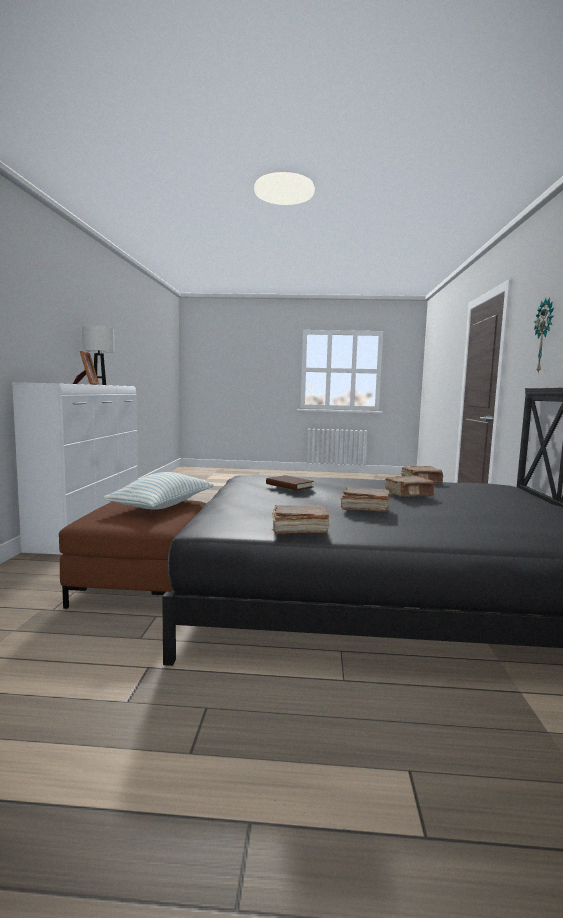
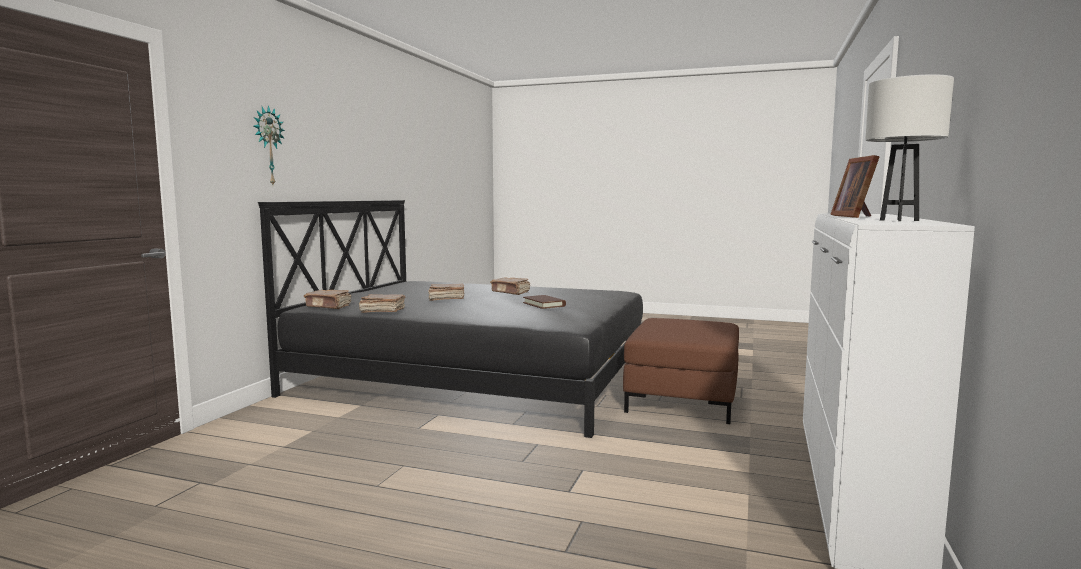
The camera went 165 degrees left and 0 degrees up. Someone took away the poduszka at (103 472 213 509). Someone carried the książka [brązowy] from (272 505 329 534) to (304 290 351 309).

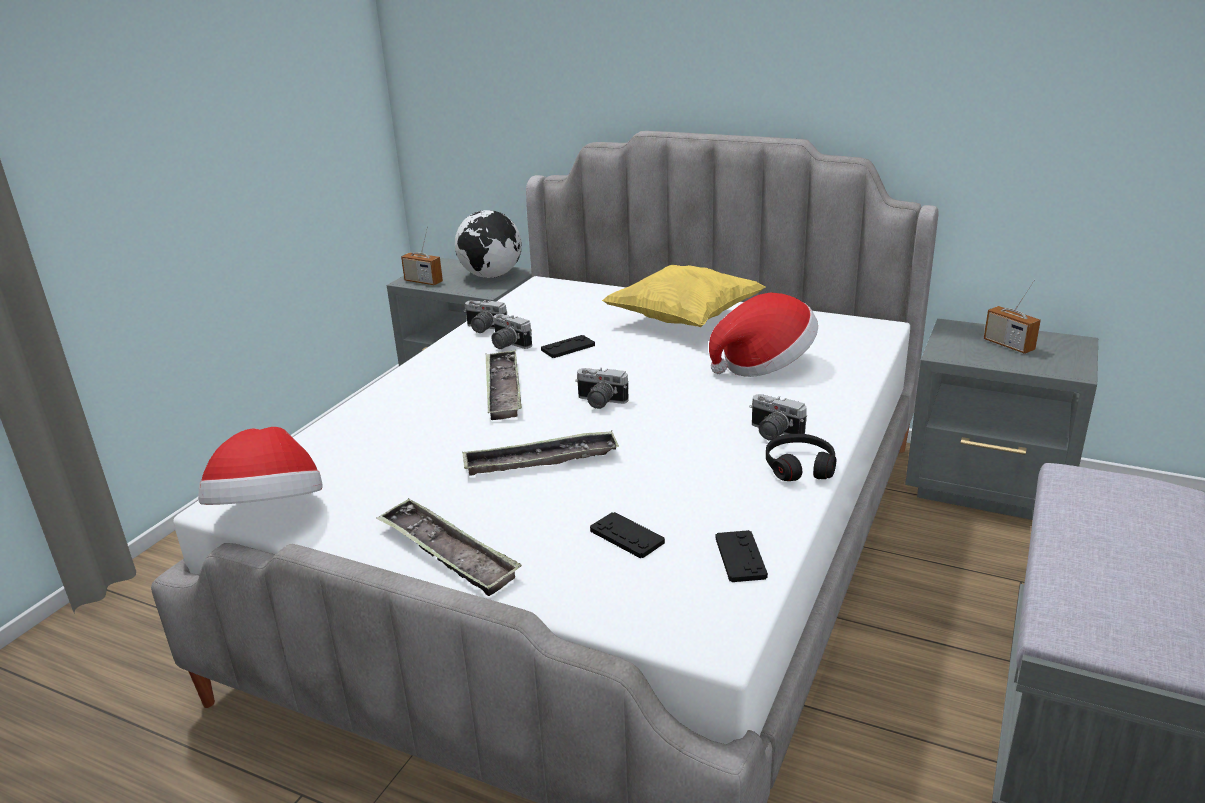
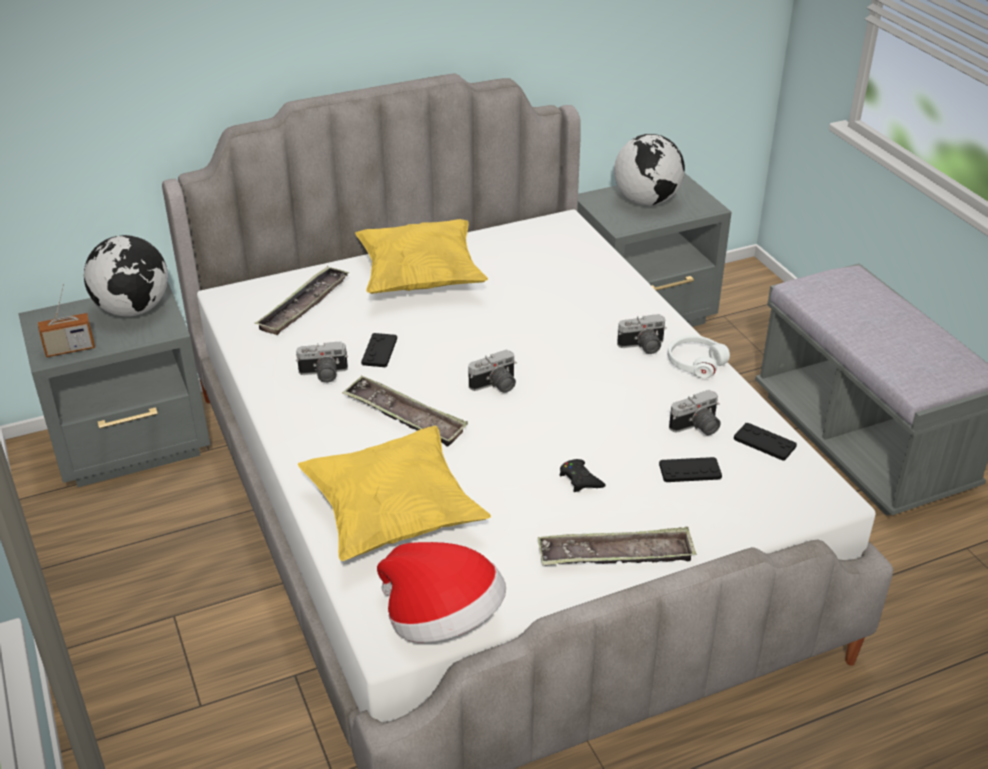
The camera went 50 degrees left and 10 degrees up. Someone swapped the radio at (984 280 1041 354) for the globus at (614 134 685 205). Someone took away the kapelusz at (709 292 818 377). Someone carried the aparat fotograficzny from (464 300 507 333) to (669 390 721 435). Someone carried the taca from (462 430 619 476) to (255 266 350 335). Someone repainted the słuchawki [czarny] at (766 434 836 481), which became the słuchawki [biały] at (668 335 730 378). Someone put down the poduszka [żółty] at (298 426 491 561). Someone put down the pad do gier [czarny] at (560 459 606 492).

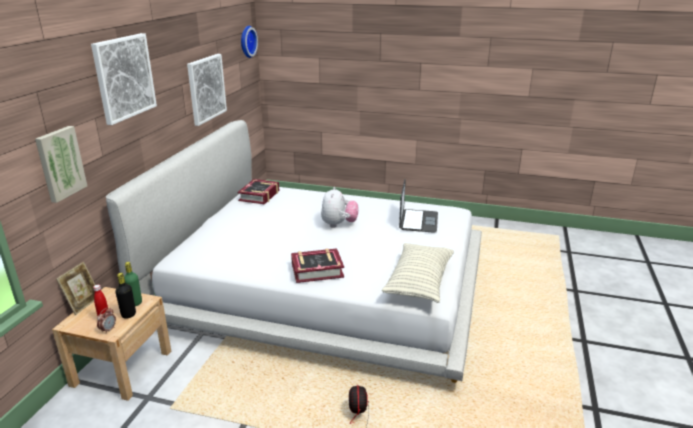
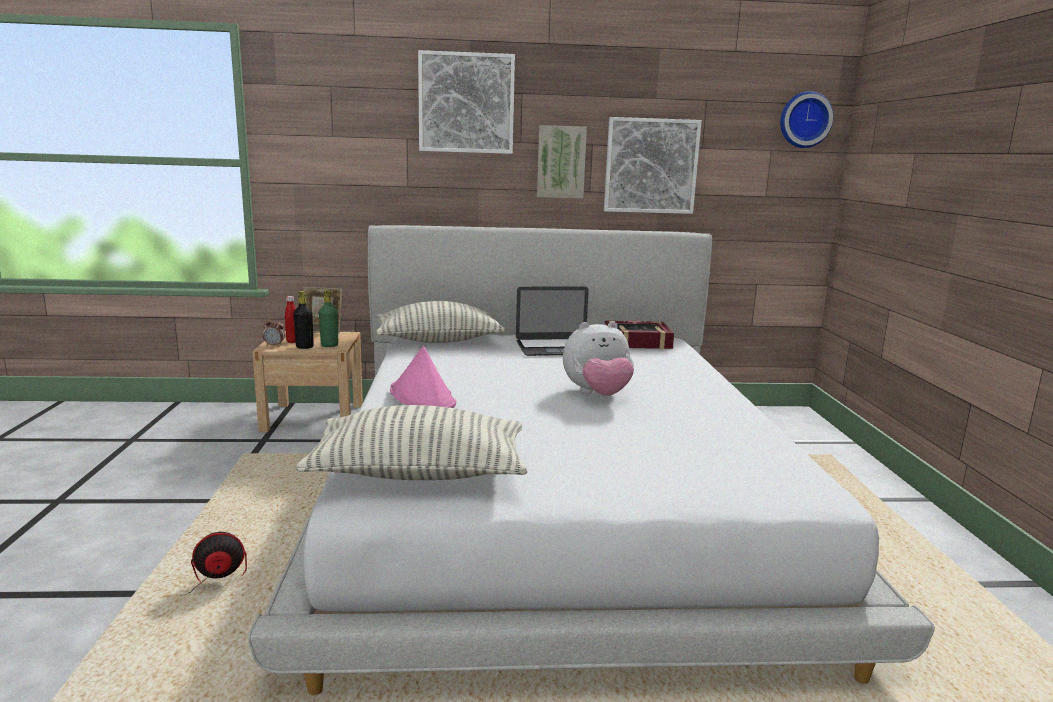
The camera went 70 degrees right and 10 degrees down. Someone carried the obraz from (35 126 87 203) to (537 125 587 198). Someone carried the laptop from (399 179 438 233) to (516 287 589 356). Someone swapped the książka at (291 248 344 283) for the kapelusz [różowy] at (390 346 456 408). Someone put down the poduszka at (376 301 505 343).

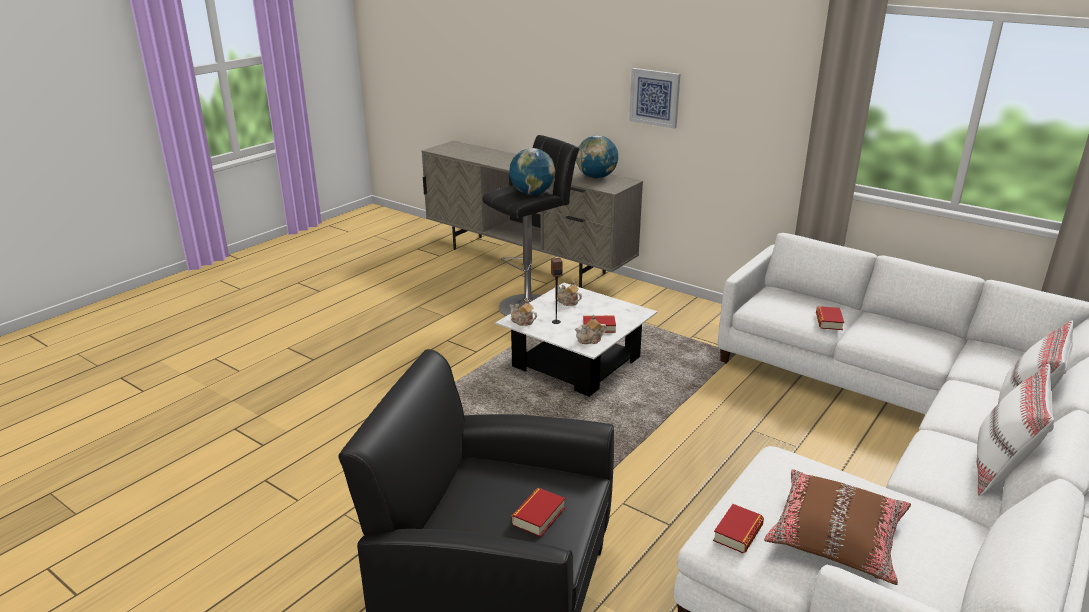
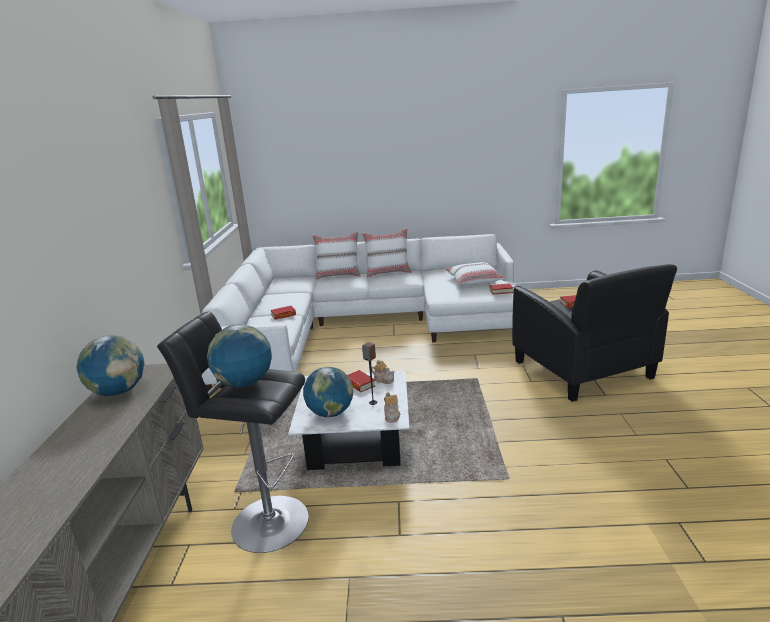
The camera went 125 degrees left and 5 degrees down. Someone took away the obraz at (629 68 680 129). Someone swapped the imbryk at (557 280 582 306) for the globus at (303 367 353 417). Someone repainted the poduszka [brązowy] at (764 469 911 585), which became the poduszka [biały] at (445 262 506 286).

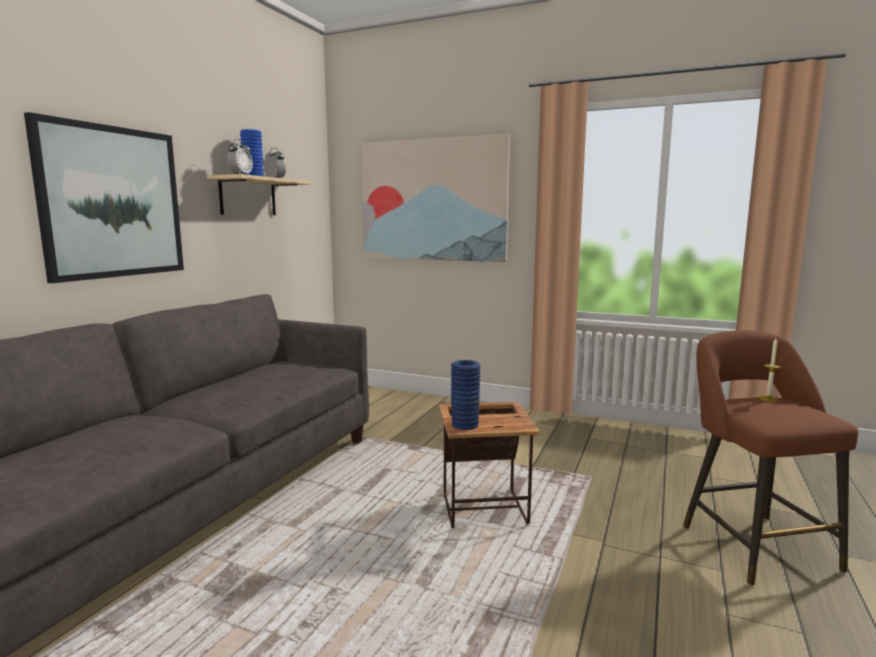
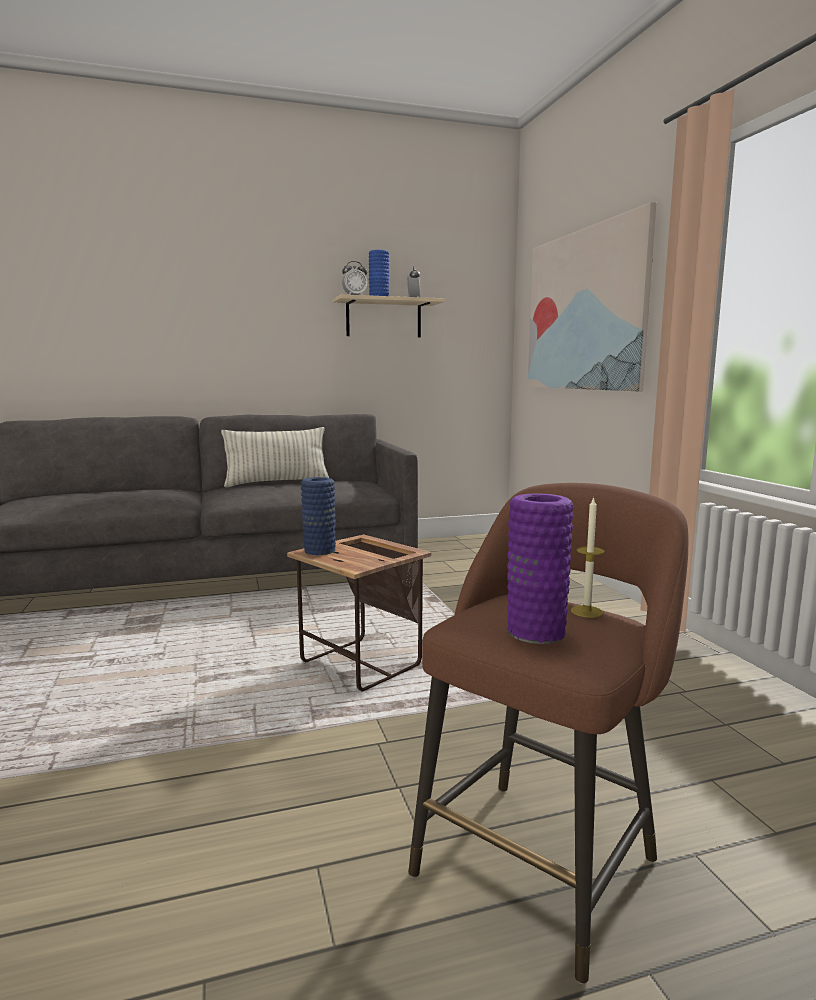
The camera went 50 degrees right and 0 degrees up. Someone took away the obraz at (24 112 184 283). Someone put down the poduszka at (221 427 329 487). Someone put down the wazon [fioletowy] at (507 494 574 644).

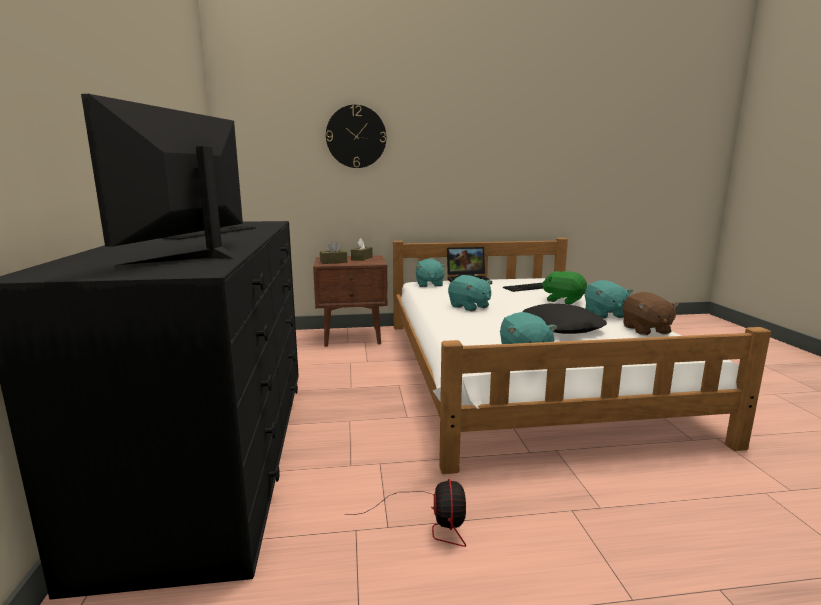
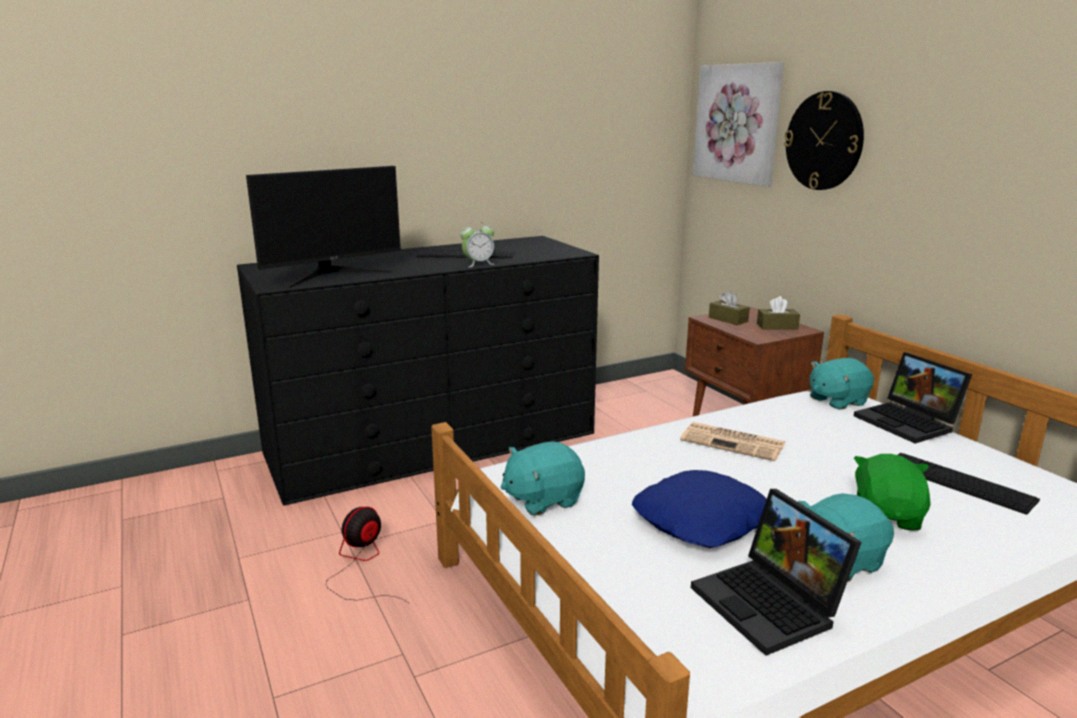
The camera went 70 degrees right and 5 degrees up. Someone rotated the monitor at (81 94 243 268) by 150 degrees clockwise. Someone swapped the pluszak [turkusowy] at (448 275 492 311) for the gazeta at (680 422 785 461). Someone swapped the pluszak [brązowy] at (623 292 679 335) for the laptop at (691 489 862 656). Someone repainted the poduszka [czarny] at (522 303 607 334), which became the poduszka [niebieski] at (632 470 767 548). Someone rotated the wentylator at (345 479 466 547) by 150 degrees clockwise. Someone put up the obraz at (693 62 784 187). Someone put down the budzik at (460 221 495 267).

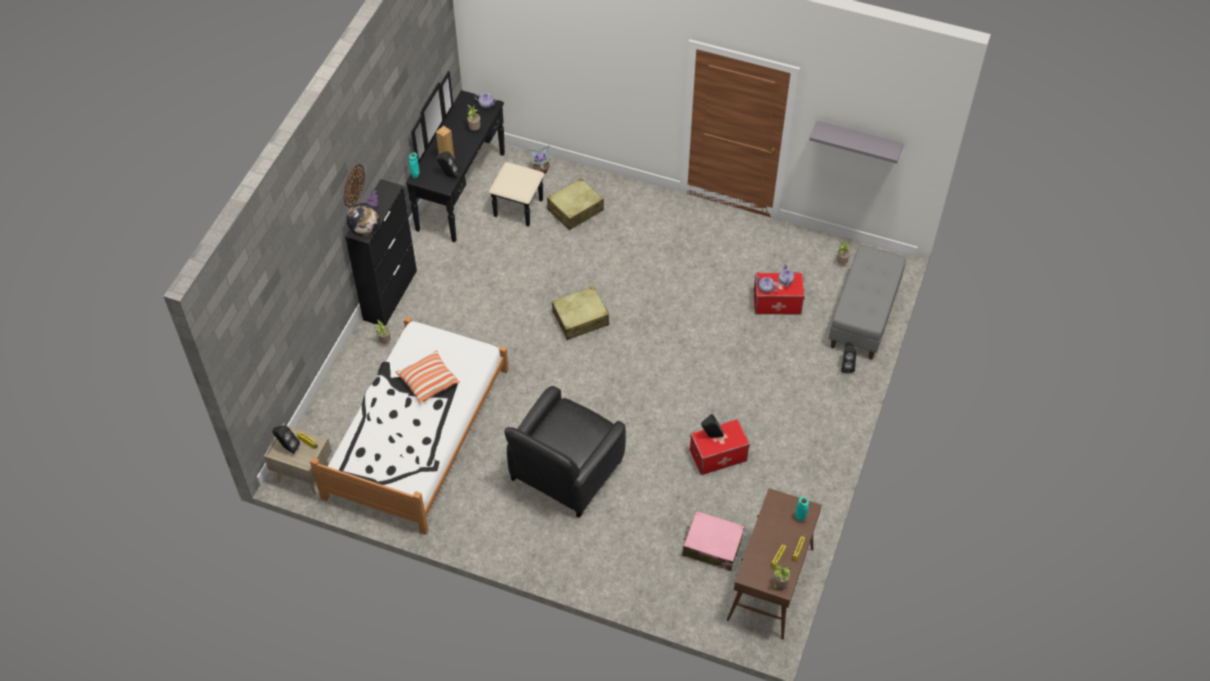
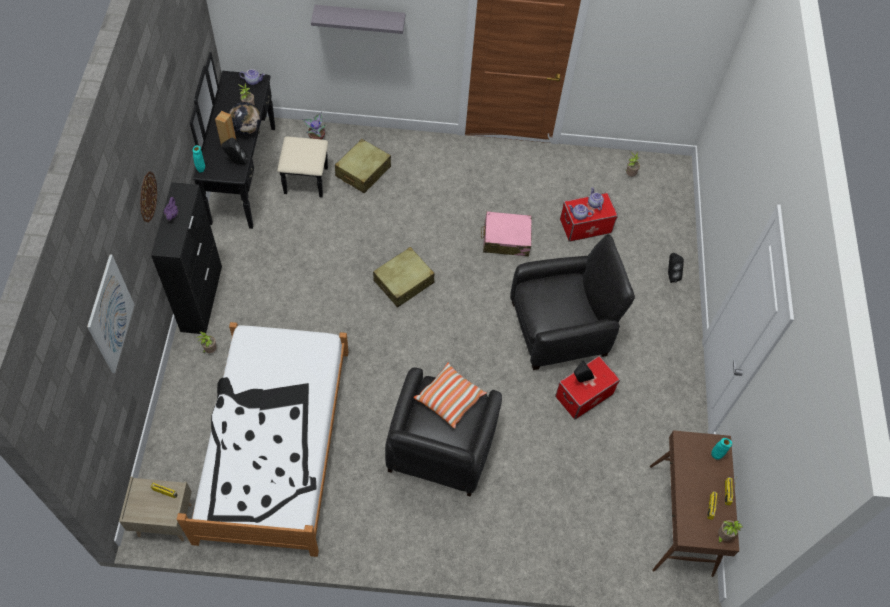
The camera went 20 degrees left and 5 degrees up. Someone carried the półka [szary] from (810 121 904 163) to (311 5 405 34). Someone carried the globus from (346 203 380 236) to (229 102 261 135). Someone took away the ławka [szary] at (829 245 906 359). Someone carried the poduszka from (396 350 460 404) to (414 363 487 429). Someone took away the głośnik [czarny] at (272 425 300 454). Someone carried the walizka [różowy] from (682 511 745 571) to (481 211 532 256). Someone put down the fotel [czarny] at (510 234 635 370). Someone put up the obraz at (87 254 135 373).

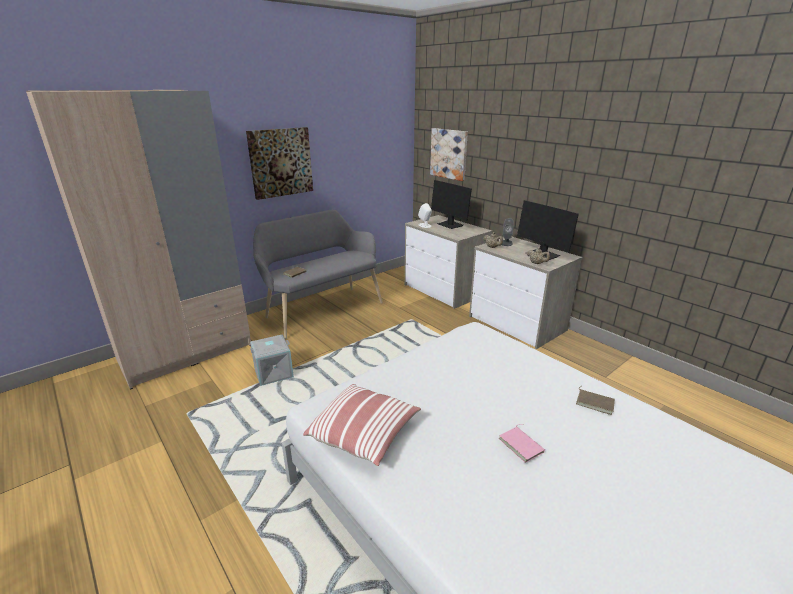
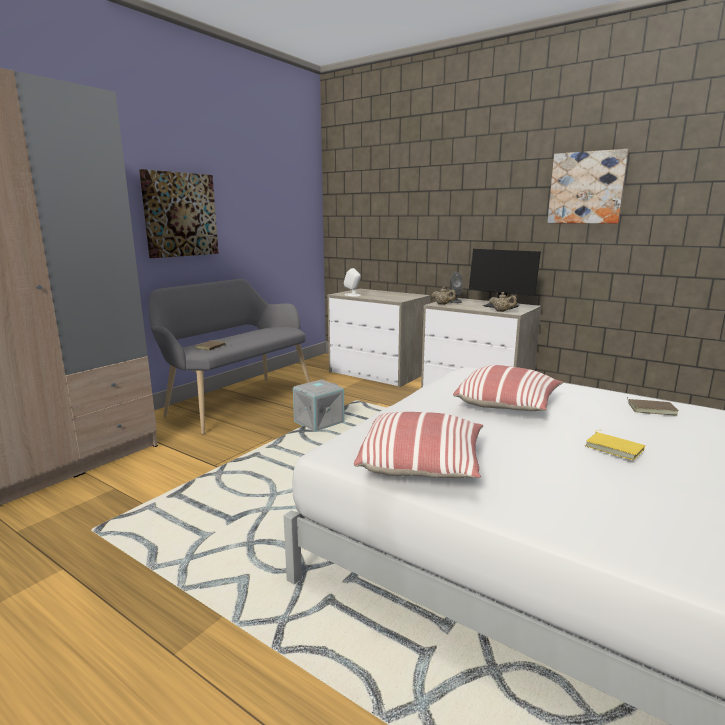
The camera went 15 degrees left and 10 degrees down. Someone carried the obraz from (430 128 468 181) to (547 149 629 224). Someone took away the monitor at (431 180 472 229). Someone carried the pojemnik do przechowywania [szary] from (250 335 294 386) to (293 379 345 432). Someone repainted the książka [różowy] at (499 424 545 463), which became the książka [żółty] at (585 430 645 461). Someone put down the poduszka at (453 365 563 411).

